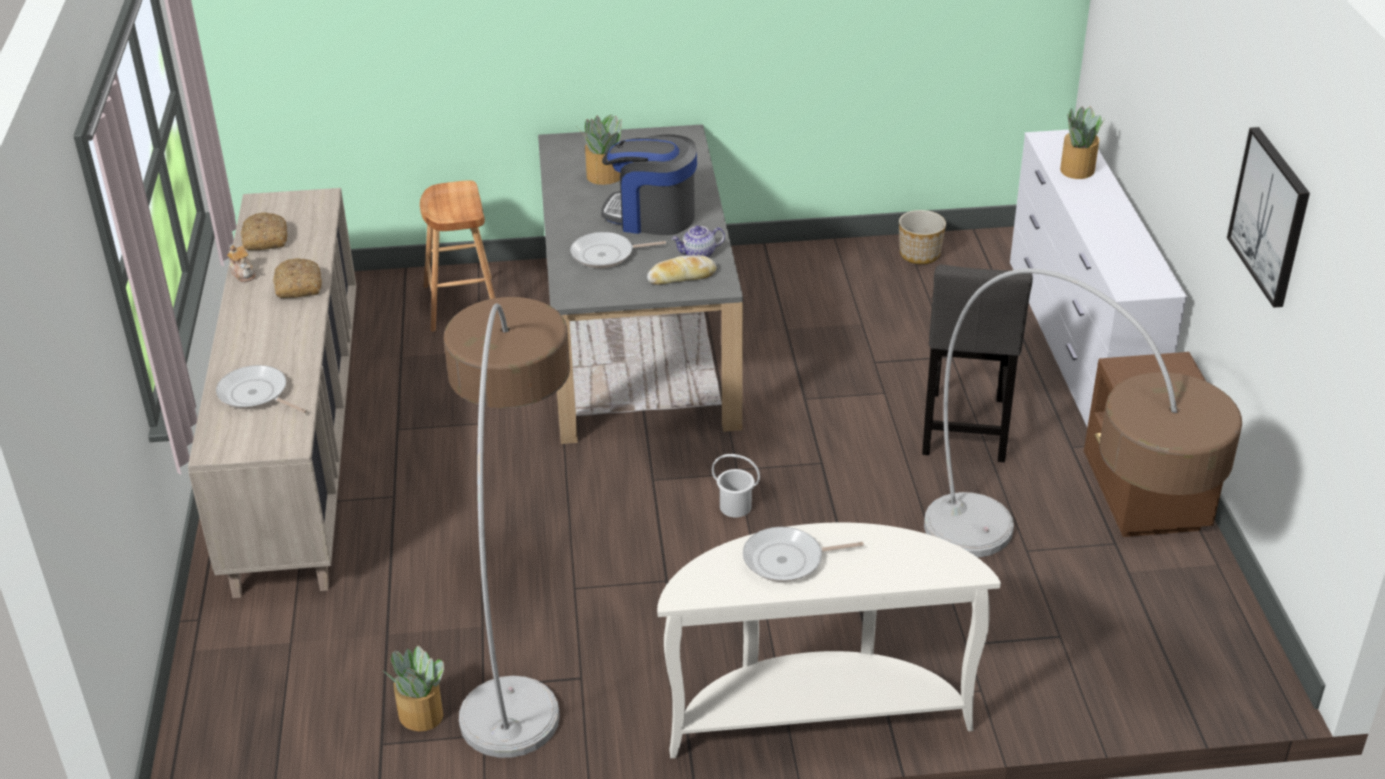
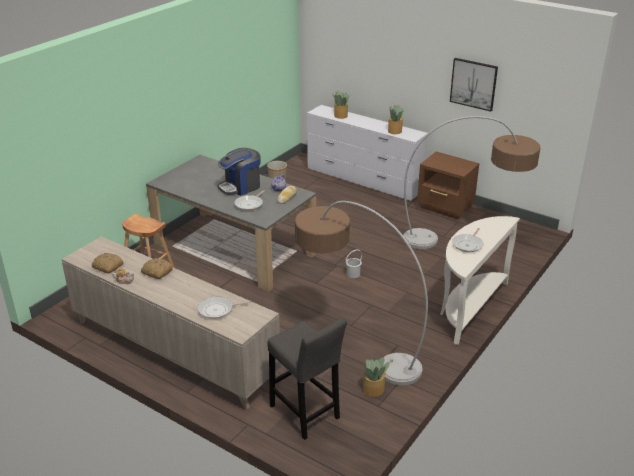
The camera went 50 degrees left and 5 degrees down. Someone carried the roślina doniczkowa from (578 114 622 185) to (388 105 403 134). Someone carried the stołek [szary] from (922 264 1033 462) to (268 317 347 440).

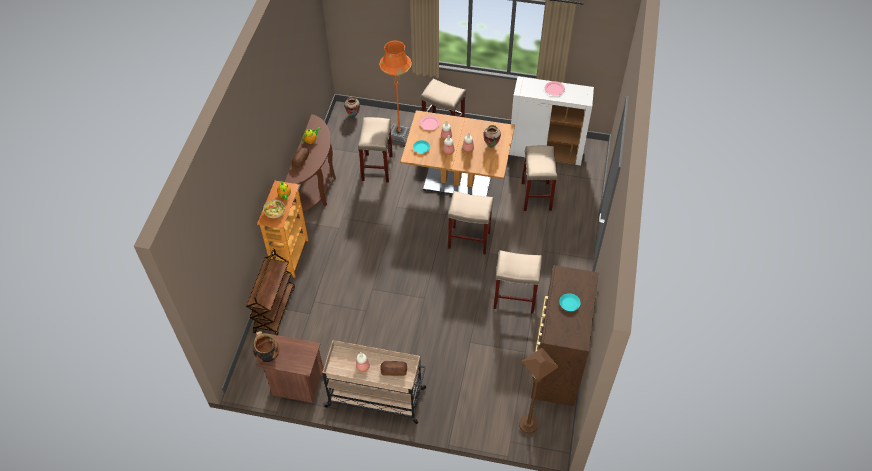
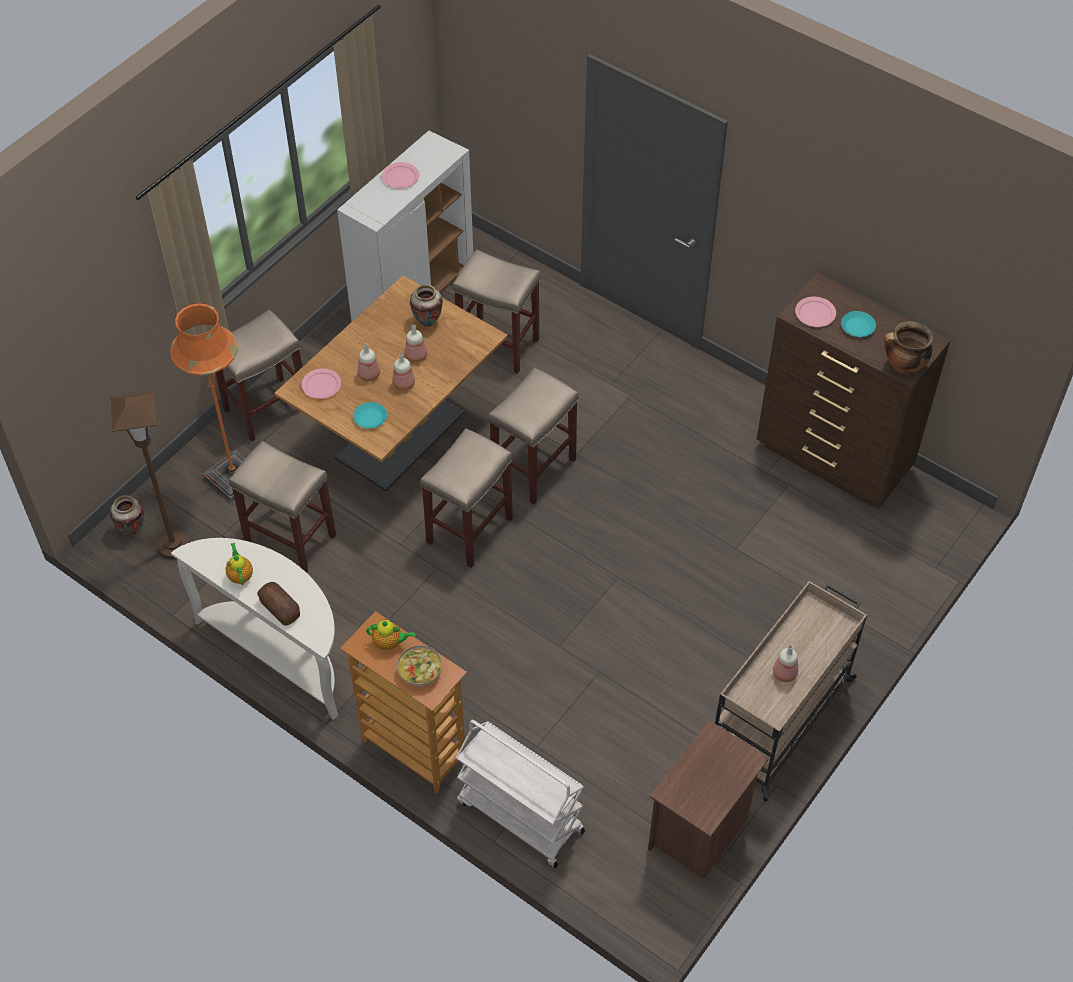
The camera went 65 degrees left and 0 degrees up. Someone repainted the stolik konsolowy [brązowy] at (285 114 336 212), which became the stolik konsolowy [biały] at (171 538 338 720). Someone repainted the wózek [brązowy] at (246 249 295 335), which became the wózek [biały] at (456 720 585 868). Someone carried the stołek [beżowy] from (494 250 542 314) to (420 428 513 568). Someone carried the garnek from (253 331 280 362) to (884 321 933 374). Someone carried the lampa stojąca [brązowy] from (519 348 559 434) to (111 391 190 559). Someone took away the chleb at (380 361 407 376). Someone put down the talerz [różowy] at (795 297 836 327).

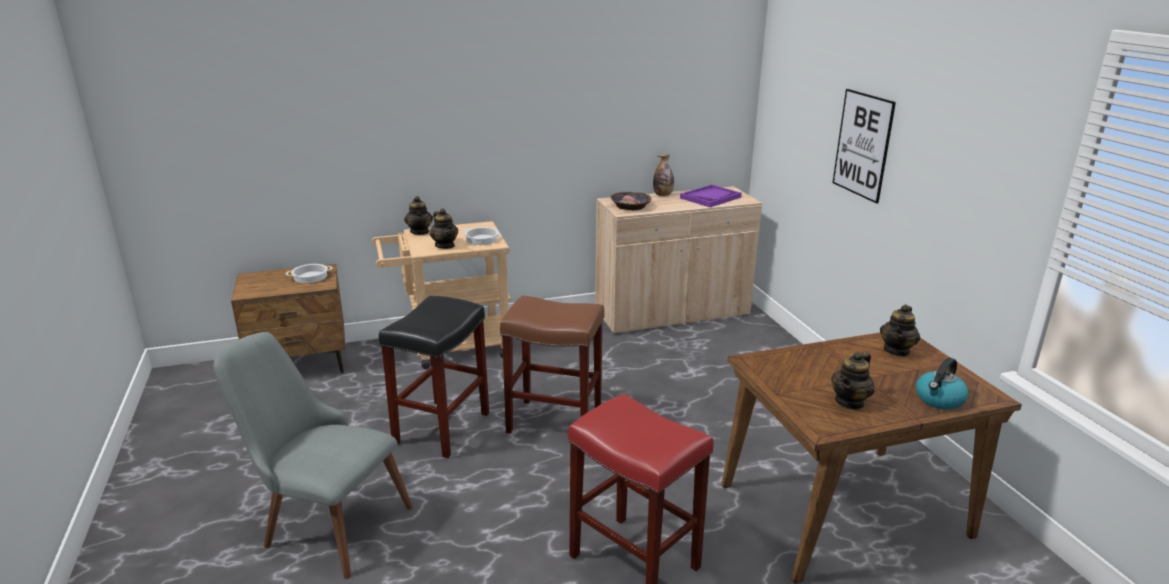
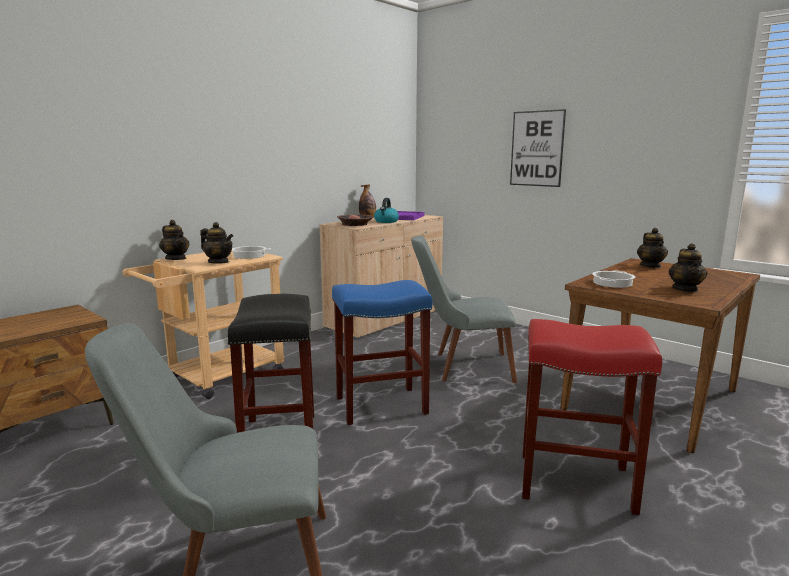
The camera went 30 degrees left and 10 degrees down. Someone carried the garnek from (286 264 333 283) to (592 271 635 288). Someone repainted the stołek [brązowy] at (500 295 605 434), which became the stołek [niebieski] at (332 280 432 425). Someone carried the czajnik from (916 357 968 410) to (374 198 399 223). Someone put down the krzesło [szary] at (411 235 517 383).

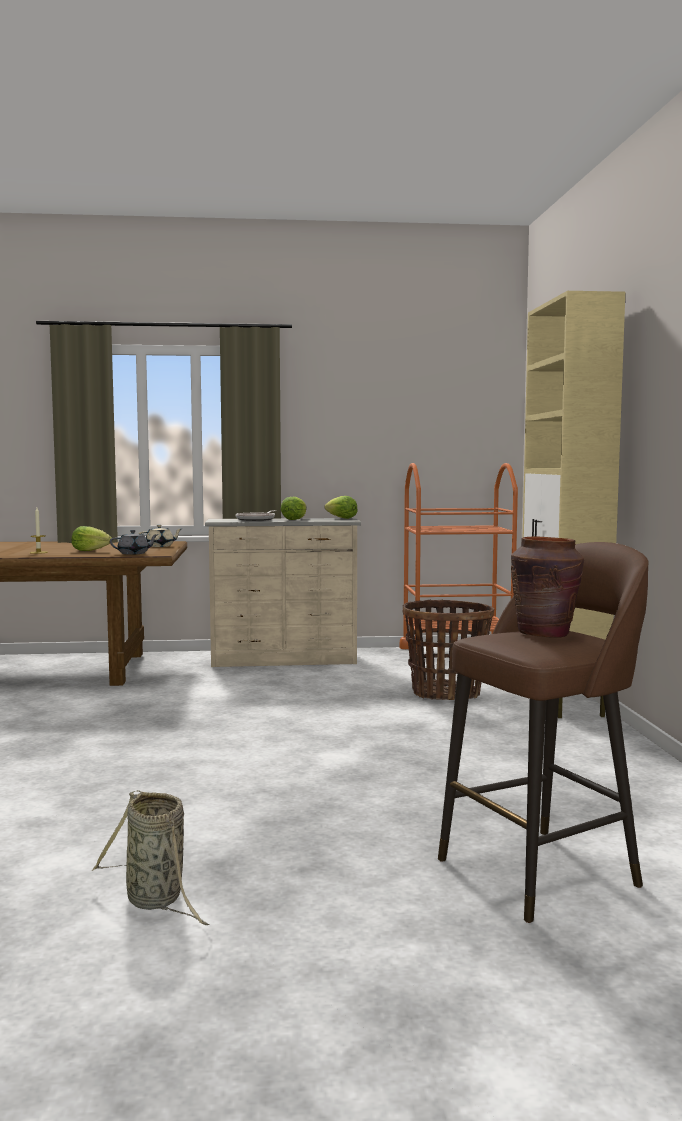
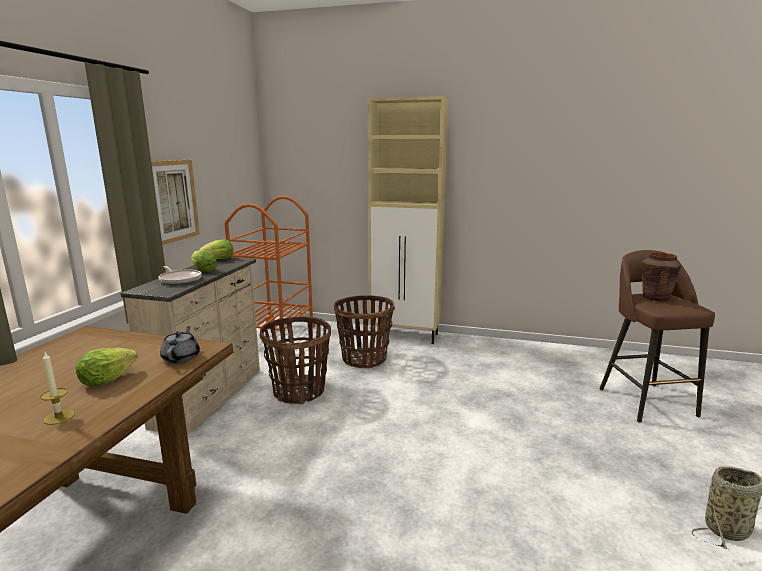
The camera went 70 degrees left and 10 degrees up. Someone took away the imbryk [beżowy] at (138 525 183 547). Someone put up the obraz at (151 160 200 245). Someone put down the koszyk at (260 316 331 404).

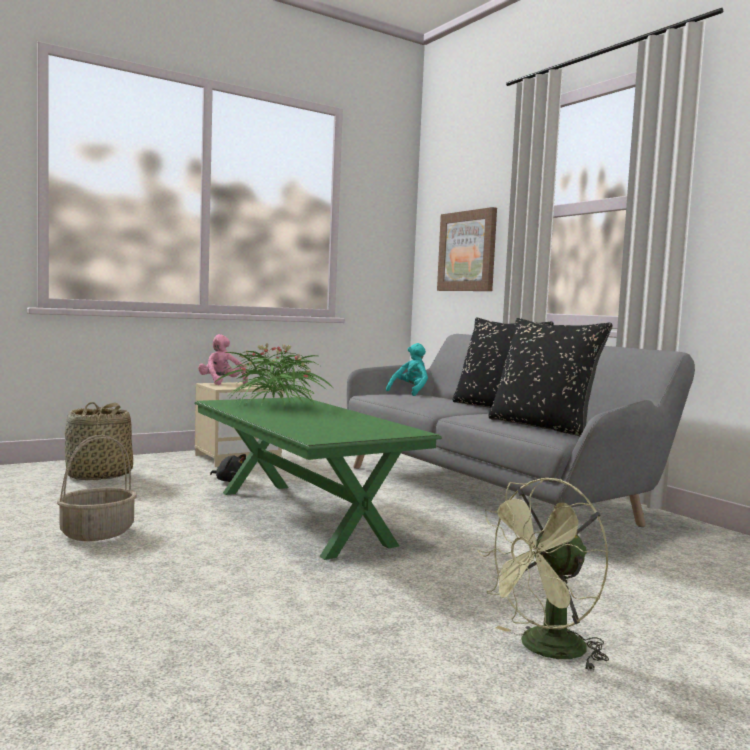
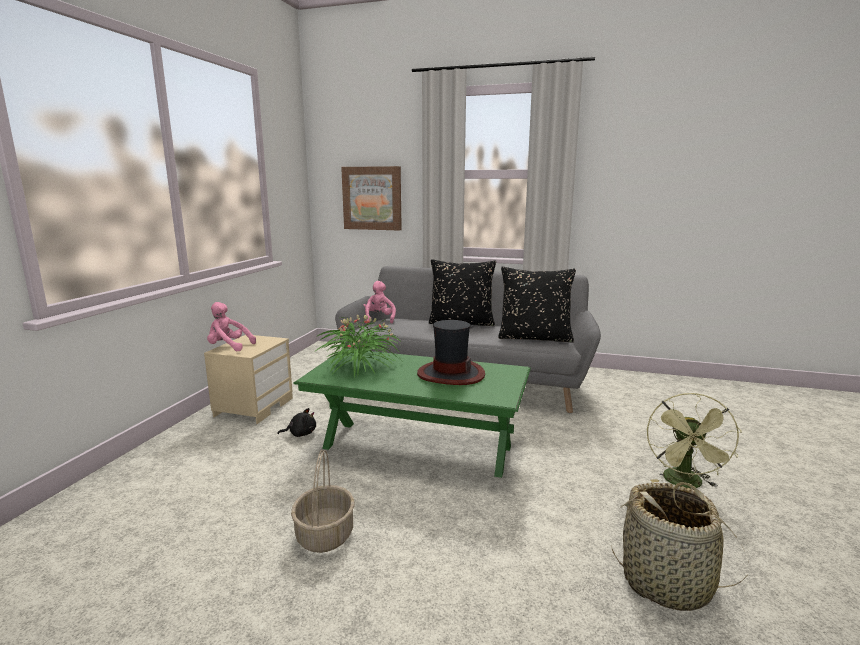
The camera went 40 degrees left and 10 degrees up. Someone repainted the pluszak [turkusowy] at (386 343 428 396), which became the pluszak [różowy] at (364 281 396 323). Someone carried the koszyk from (65 402 133 480) to (611 482 749 611). Someone put down the kapelusz at (417 320 485 385).

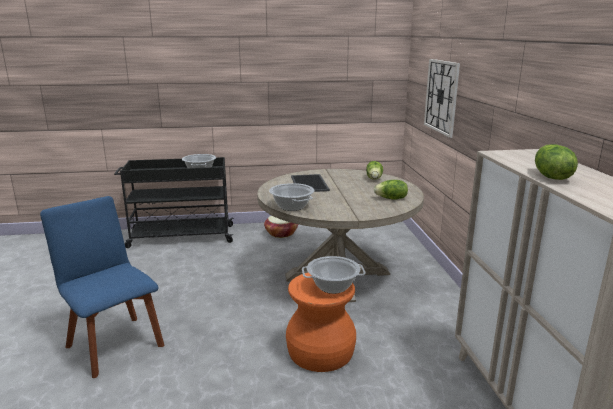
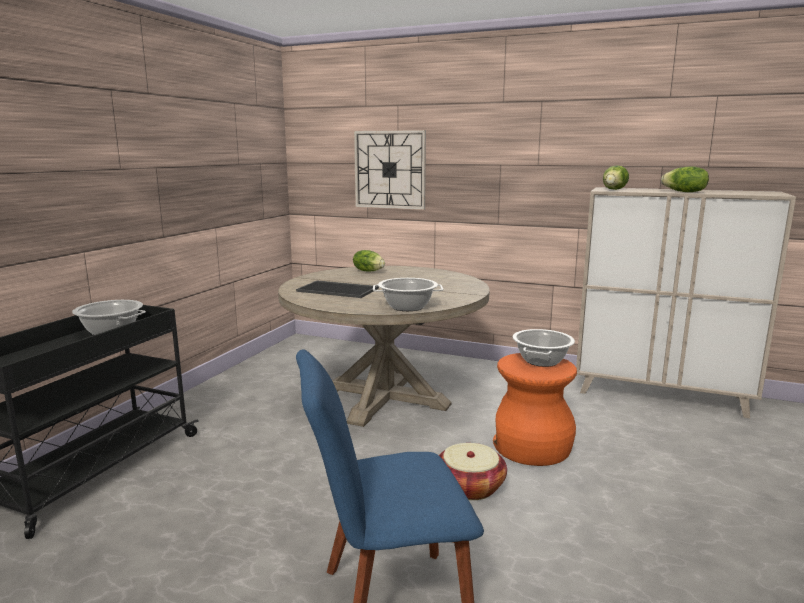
The camera went 60 degrees left and 5 degrees down. Someone carried the sałata from (374 180 408 200) to (603 165 629 190). Someone carried the koszyk from (264 216 298 238) to (439 443 507 500).

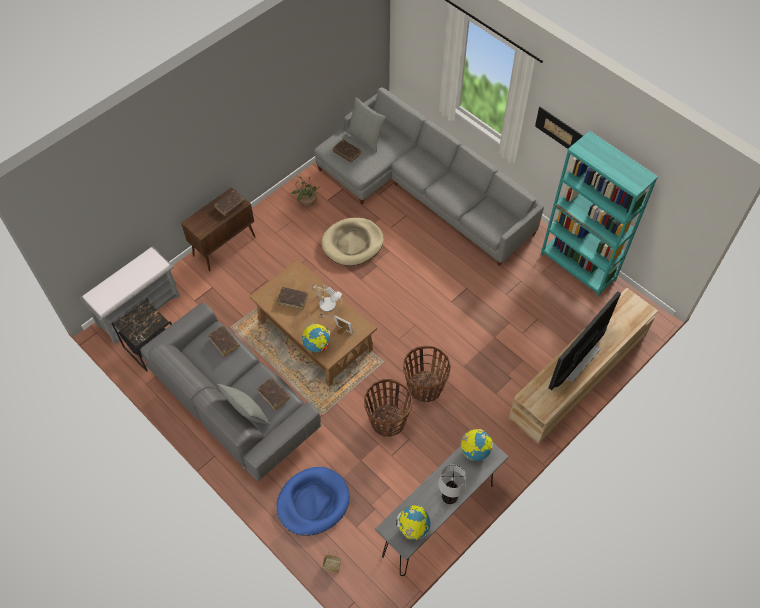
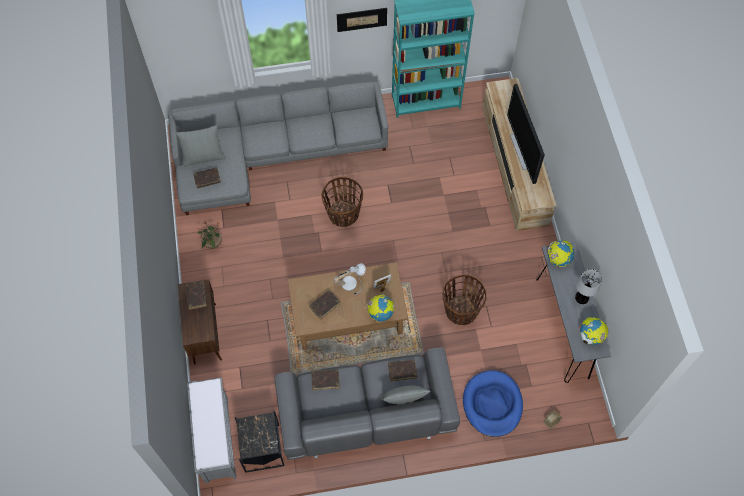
The camera went 55 degrees left and 5 degrees up. Someone took away the legowisko [beżowy] at (321 217 384 266). Someone carried the koszyk from (403 346 451 402) to (321 176 363 227).

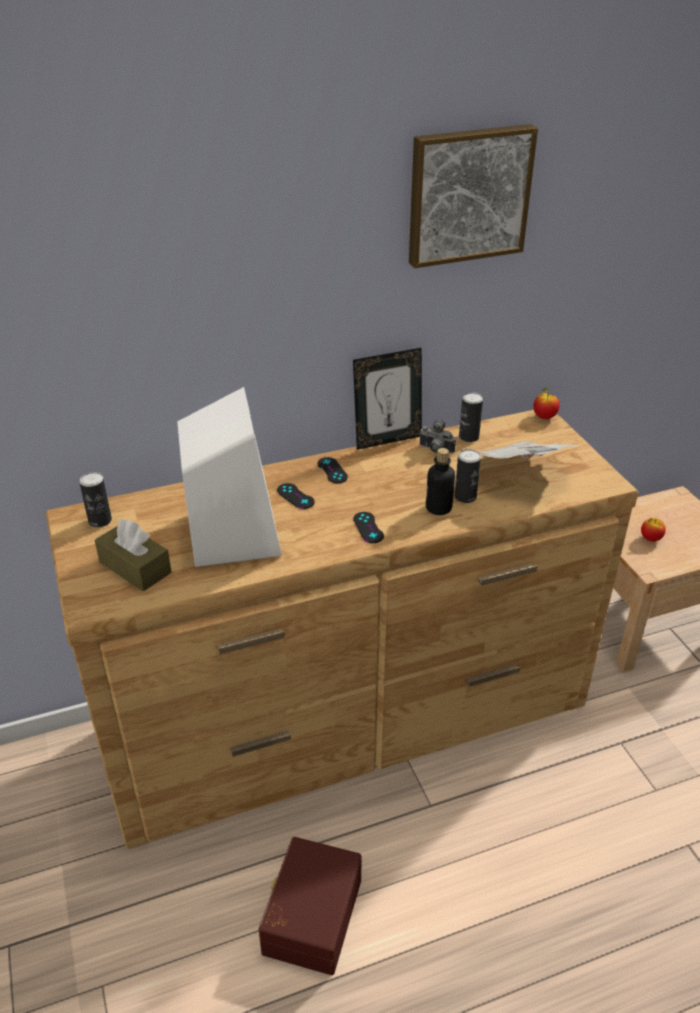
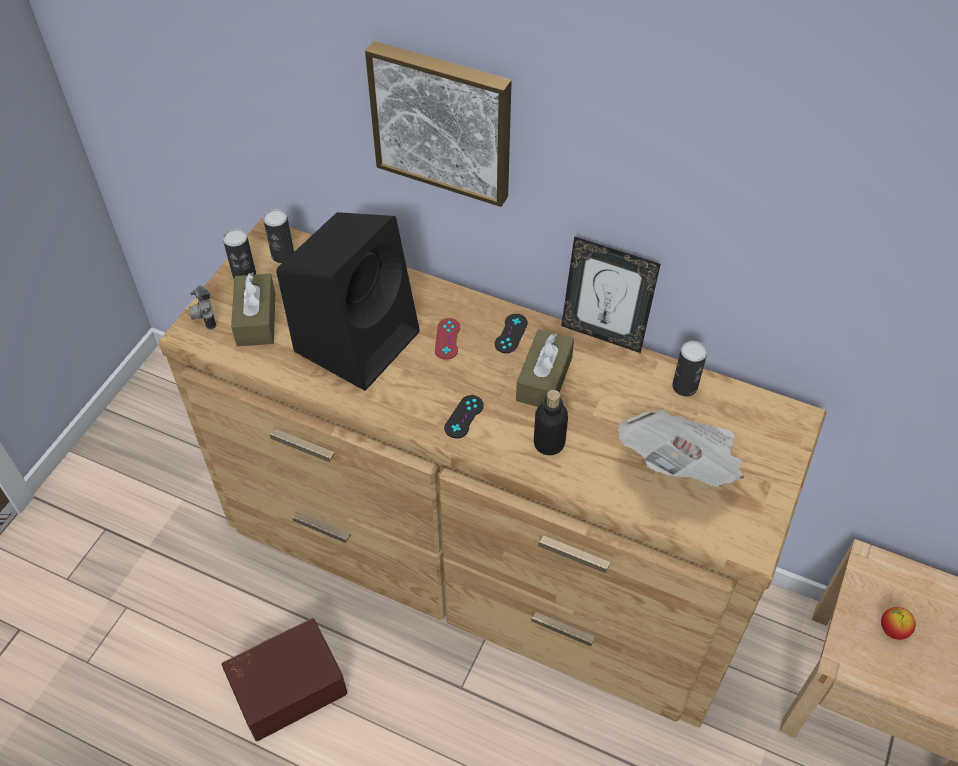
The camera went 45 degrees right and 15 degrees up. Someone carried the obraz from (409 124 538 268) to (365 41 512 207). Someone repainted the głośnik [biały] at (177 387 282 567), which became the głośnik [czarny] at (276 212 420 391). Someone took away the jabłko at (534 388 560 419). Someone carried the aparat fotograficzny from (419 420 456 453) to (188 284 216 330). Someone carried the puszka from (454 449 481 503) to (223 229 256 279). Someone repainted the pad do gier [czarny] at (277 483 315 509), which became the pad do gier [czerwony] at (435 318 460 360). Someone put down the pudełko chusteczek [brązowy] at (516 330 574 407).

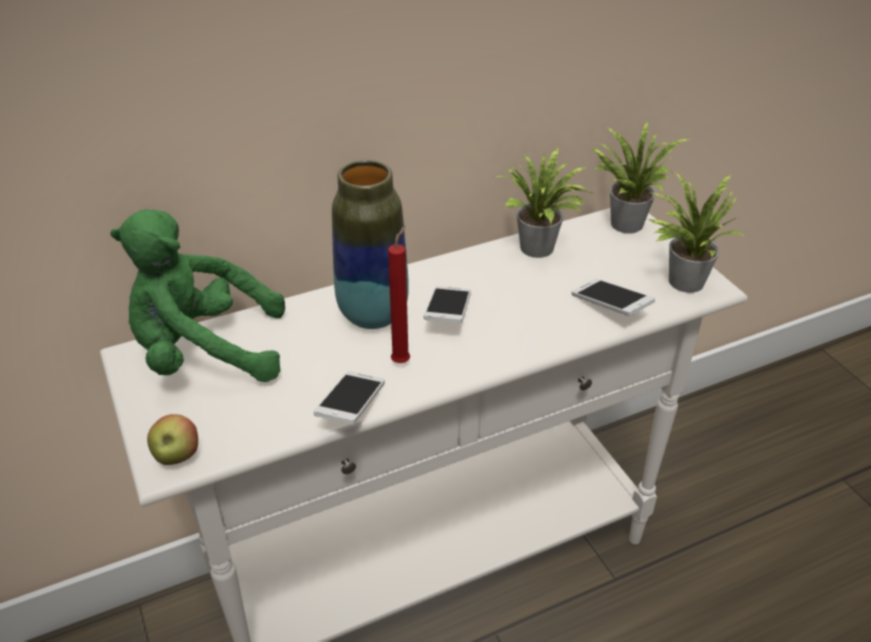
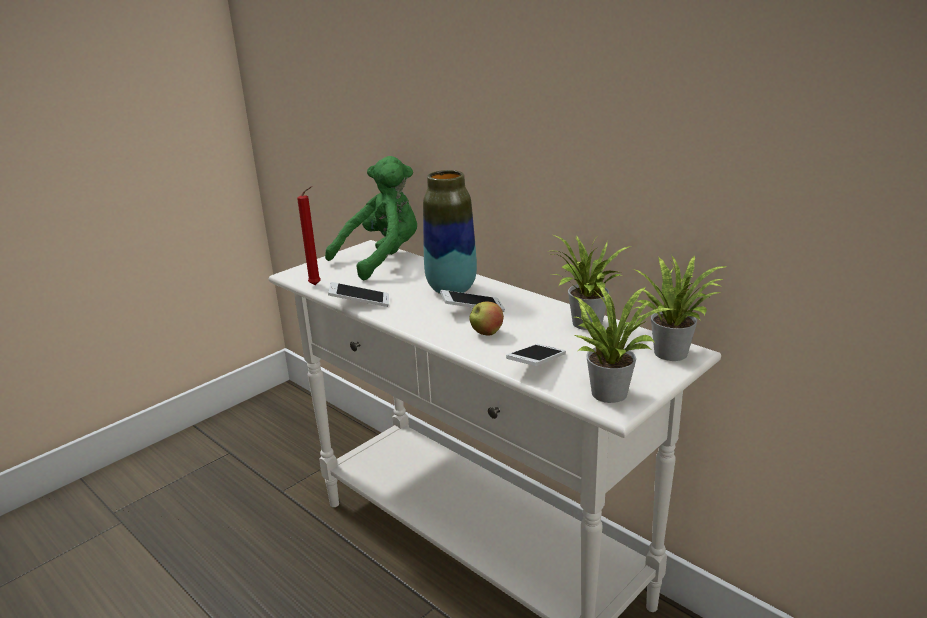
The camera went 70 degrees right and 15 degrees down. Someone rotated the pluszak [zielony] at (110 209 285 382) by 75 degrees clockwise. Someone carried the świeca [czerwony] from (388 225 410 363) to (297 186 321 285). Someone carried the jabłko from (147 414 198 465) to (469 301 504 336).

